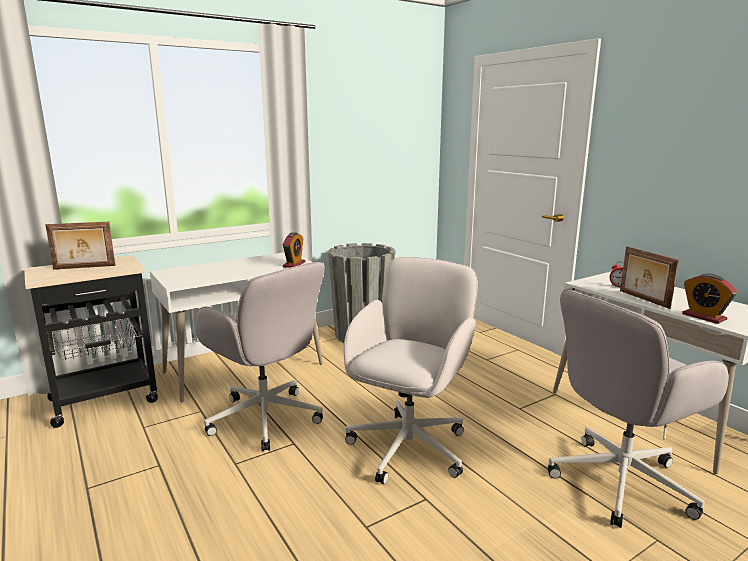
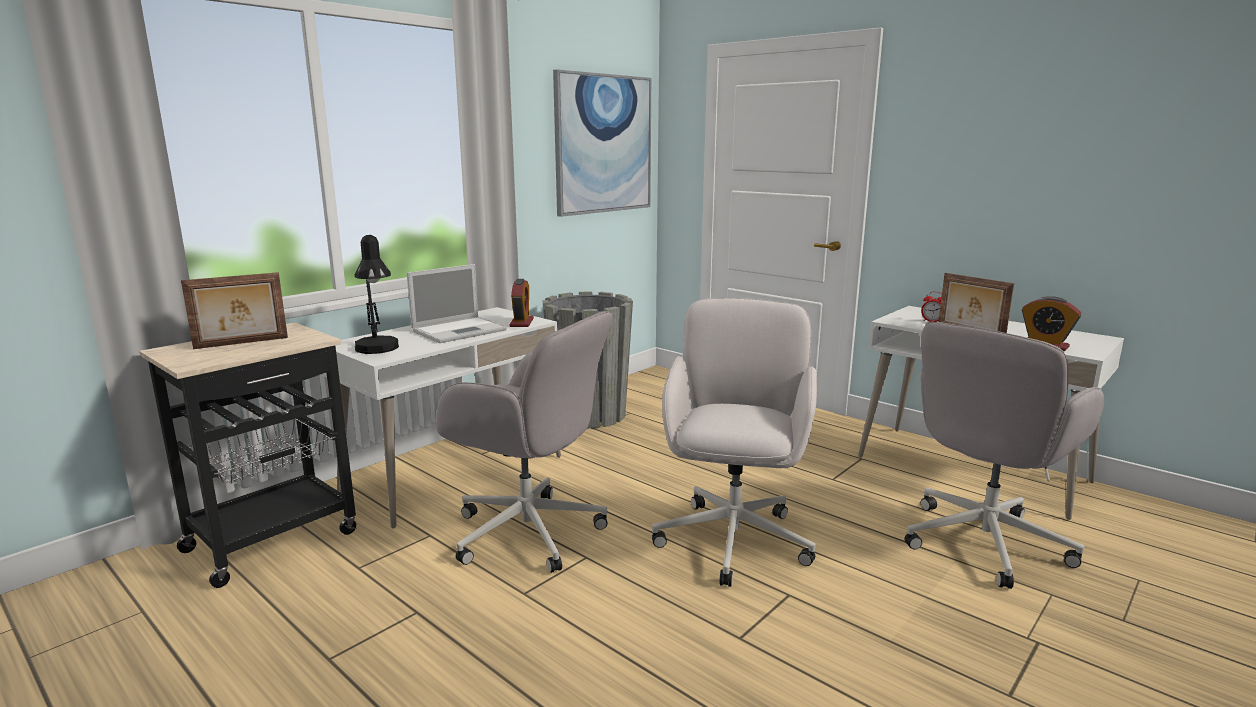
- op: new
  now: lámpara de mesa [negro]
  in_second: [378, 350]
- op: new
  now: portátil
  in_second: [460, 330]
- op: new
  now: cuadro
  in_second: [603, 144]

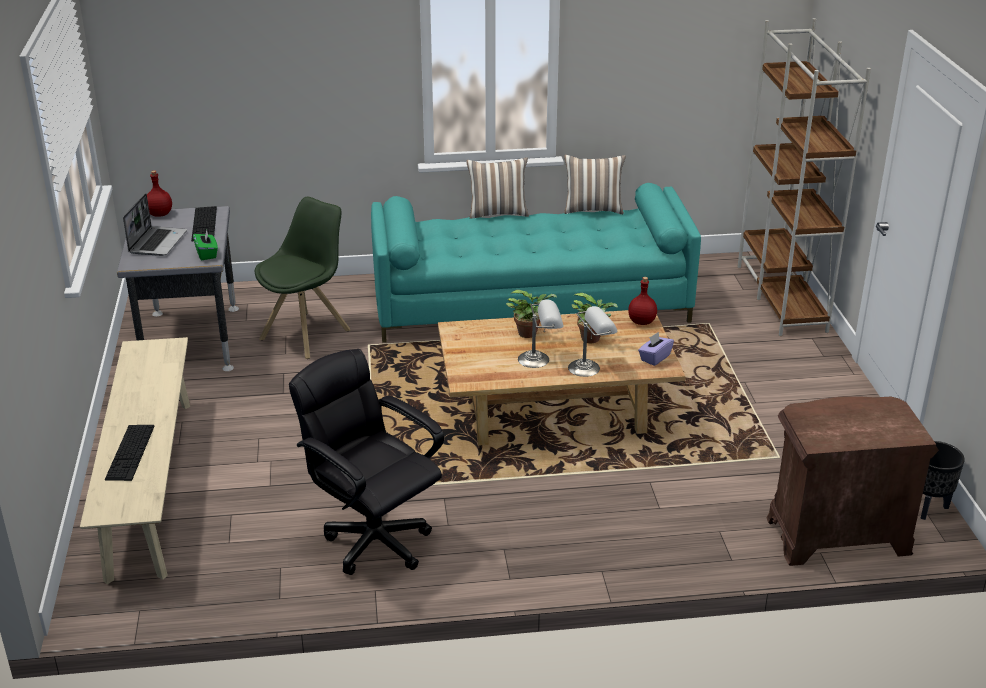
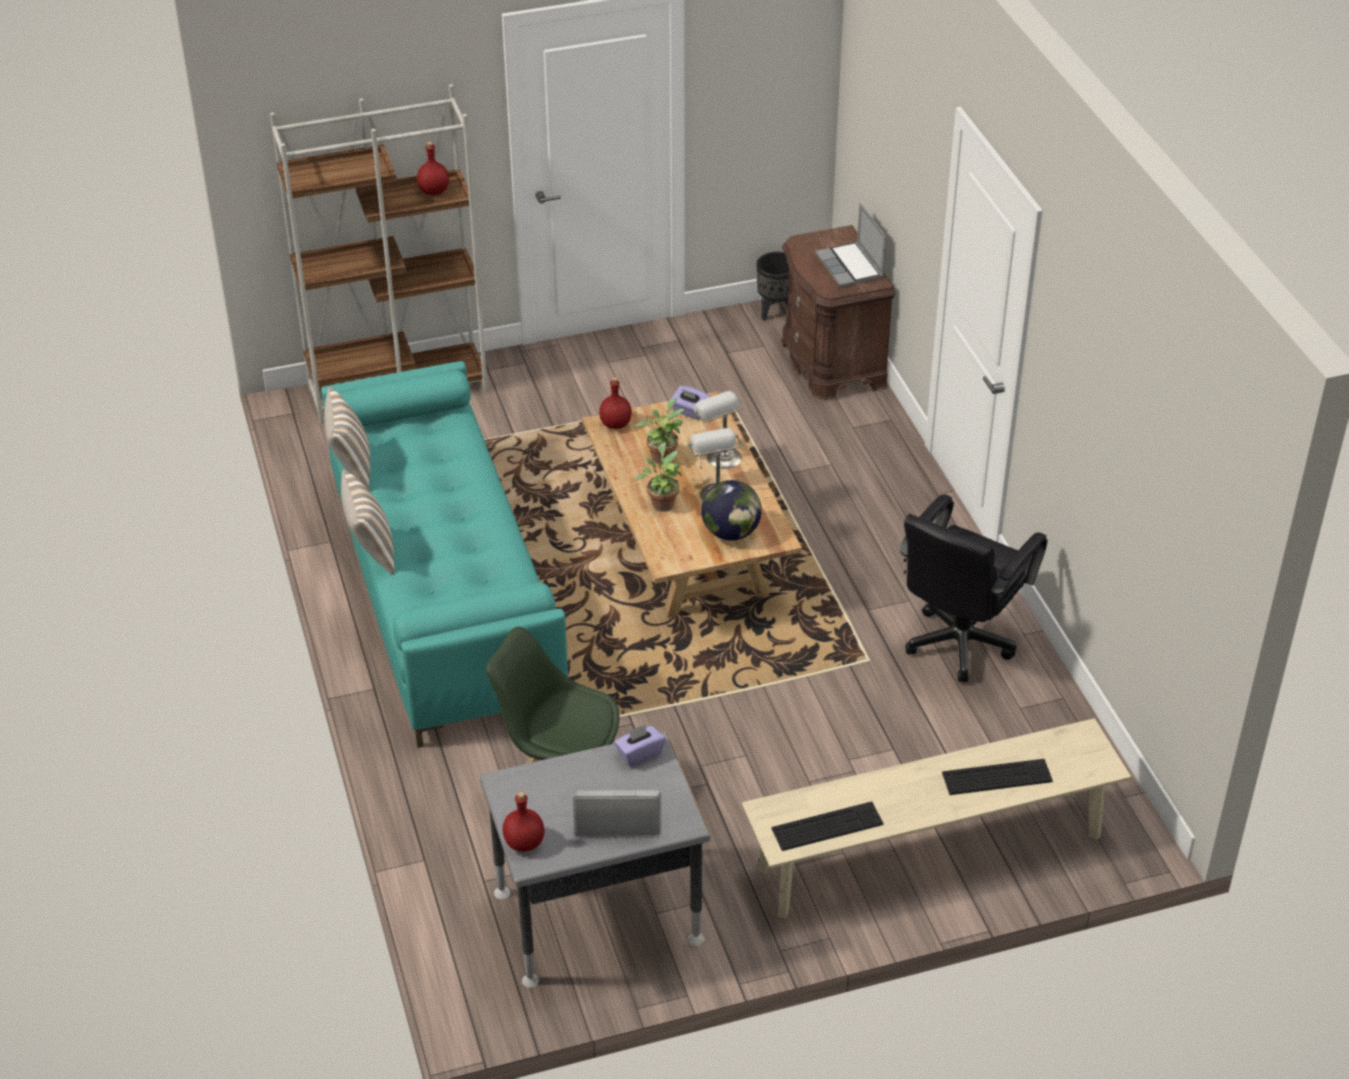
- op: shifted
  was: teclado
  in_first: [204, 224]
  in_second: [827, 826]
- op: repainted
  was: caja de pañuelos [verde]
  now: caja de pañuelos [morado]
  in_first: [207, 254]
  in_second: [639, 754]
- op: new
  now: botella [rojo]
  in_second: [434, 191]
- op: new
  now: globo terráqueo
  in_second: [731, 533]
- op: new
  now: portátil
  in_second: [851, 267]

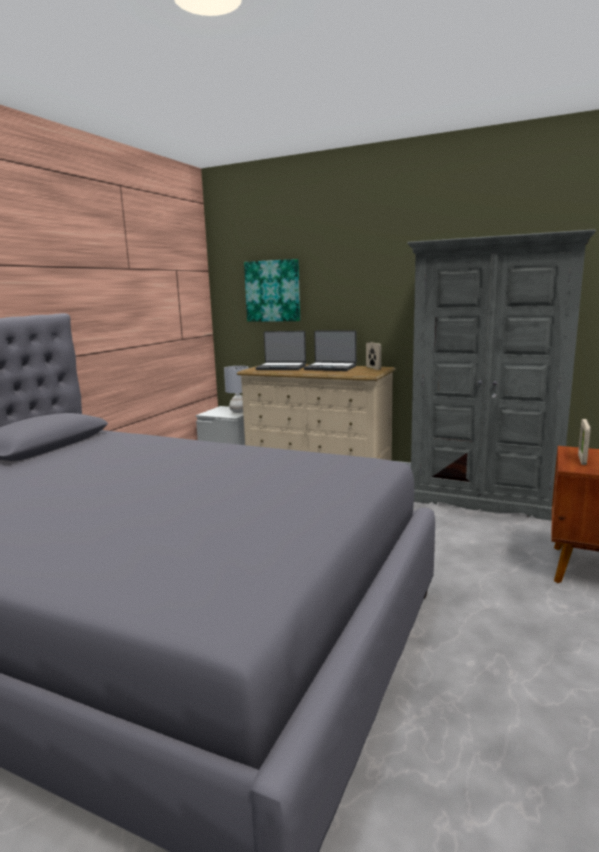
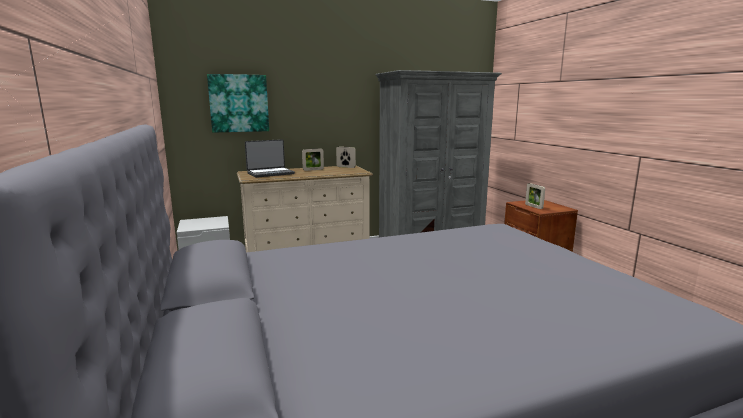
- op: gone
  was: lámpara de mesa [gris]
  in_first: [239, 412]
- op: swapped
  was: portátil
  now: portarretratos
  in_first: [330, 368]
  in_second: [313, 170]

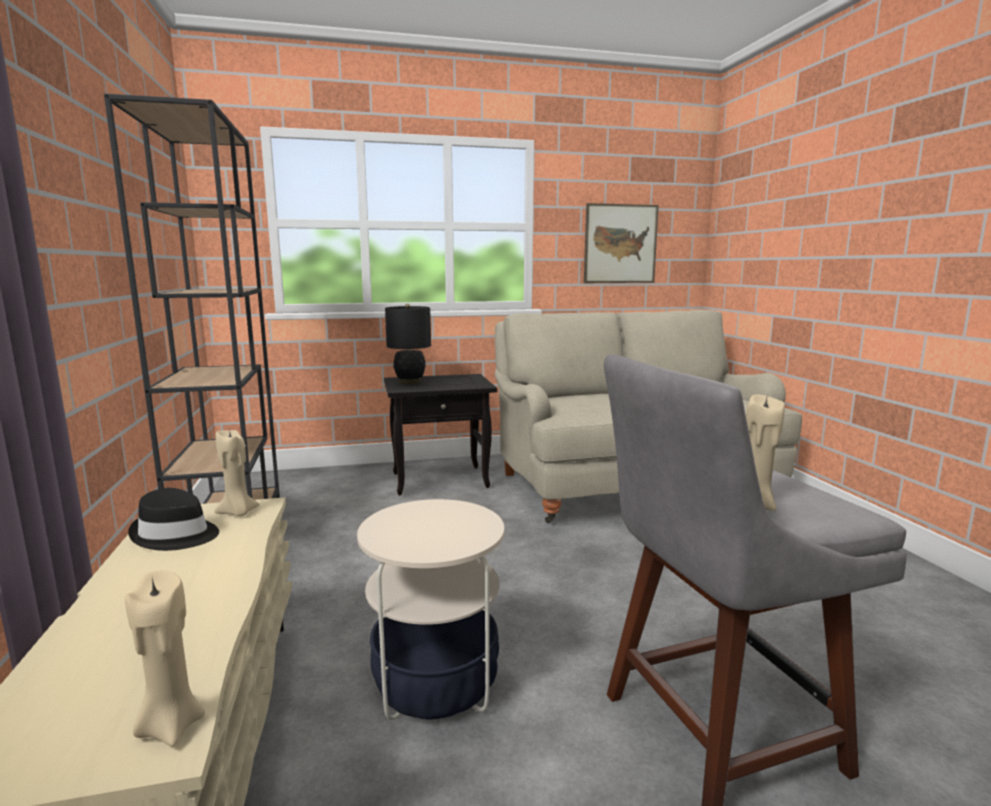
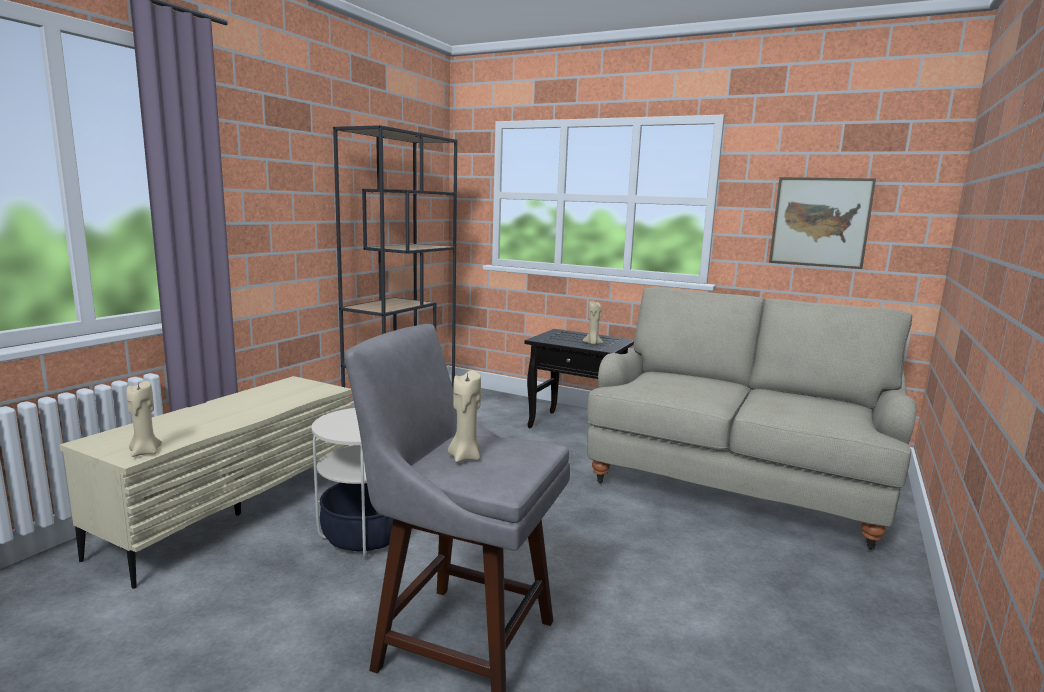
- op: gone
  was: sombrero [negro]
  in_first: [175, 535]
- op: shifted
  was: vela [beis]
  in_first: [238, 513]
  in_second: [592, 343]
- op: gone
  was: lámpara de mesa [negro]
  in_first: [410, 382]

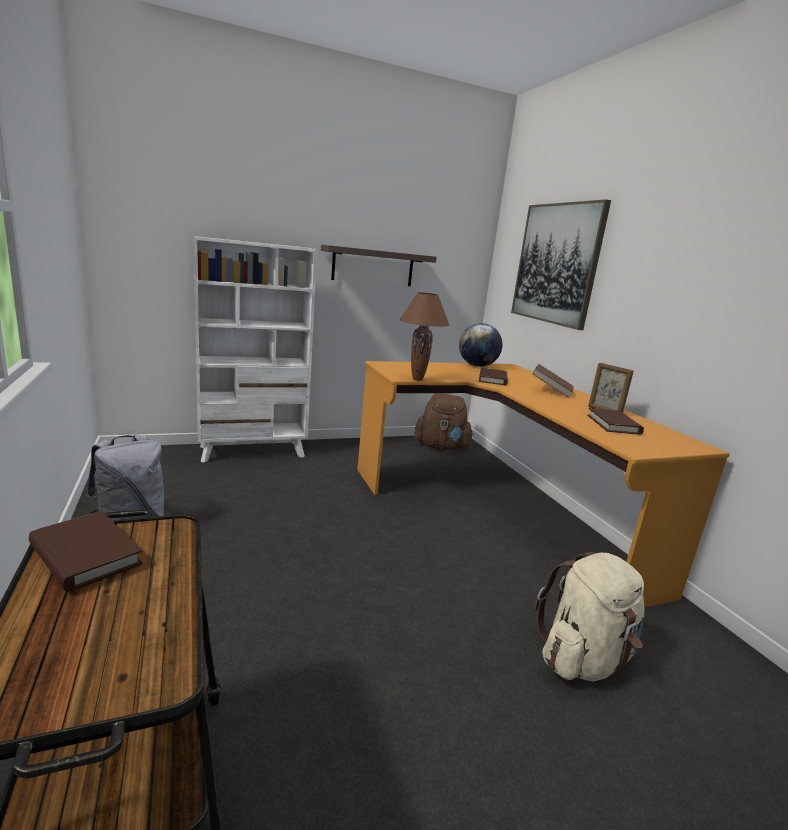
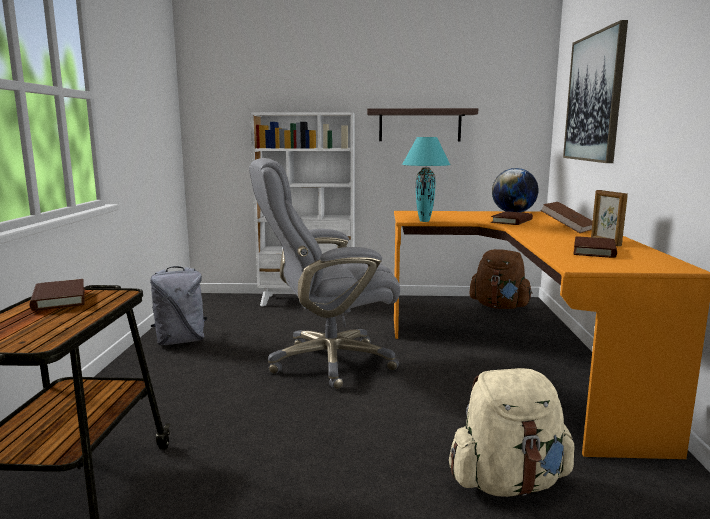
- op: repainted
  was: lámpara de mesa [marrón]
  now: lámpara de mesa [turquesa]
  in_first: [418, 379]
  in_second: [424, 221]
- op: new
  now: silla de oficina [gris]
  in_second: [326, 363]

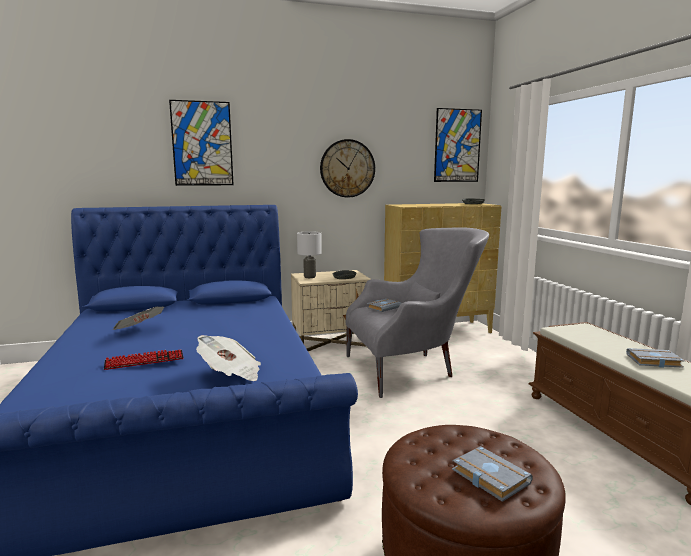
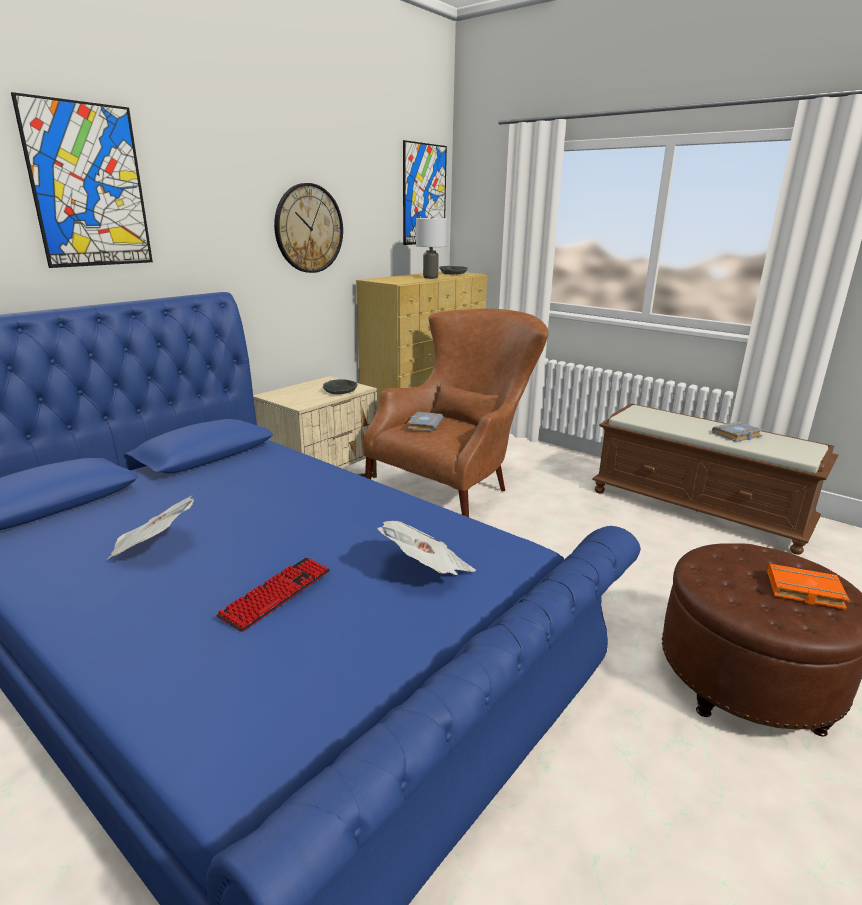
- op: shifted
  was: lámpara de mesa [blanco]
  in_first: [309, 277]
  in_second: [429, 278]
- op: repainted
  was: sillón [gris]
  now: sillón [marrón]
  in_first: [413, 368]
  in_second: [456, 491]
- op: repainted
  was: libro [gris]
  now: libro [naranja]
  in_first: [488, 477]
  in_second: [803, 591]

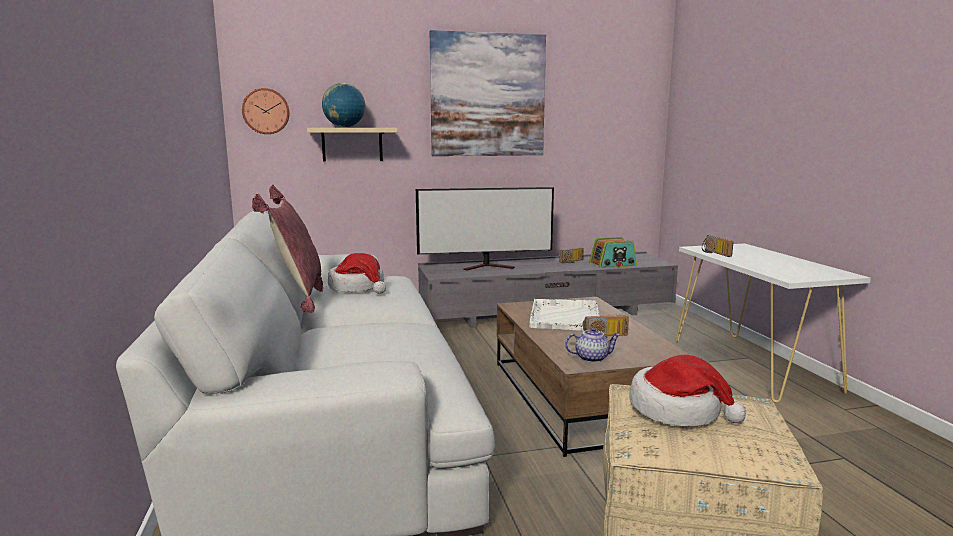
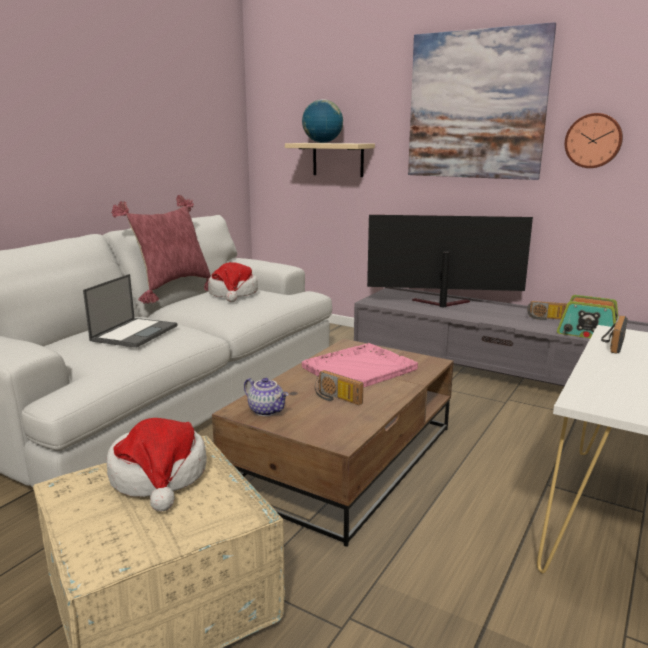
- op: shifted
  was: reloj de pared
  in_first: [266, 111]
  in_second: [593, 140]
- op: rotated
  was: televisor
  in_first: [489, 267]
  in_second: [440, 304]
  clockwise: 150
- op: repainted
  was: bandeja [blanco]
  now: bandeja [rosa]
  in_first: [565, 316]
  in_second: [360, 368]
- op: new
  now: portátil
  in_second: [135, 333]

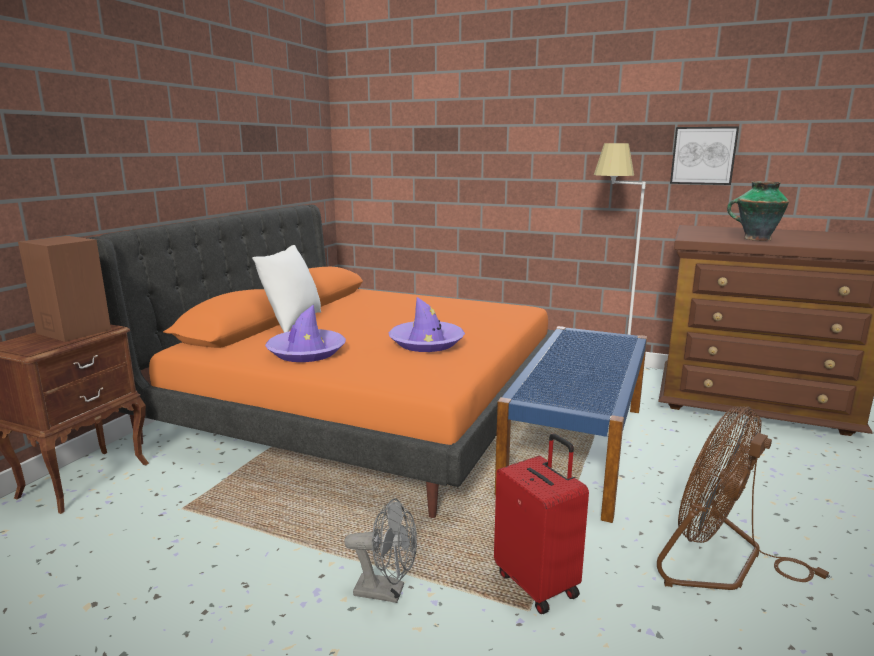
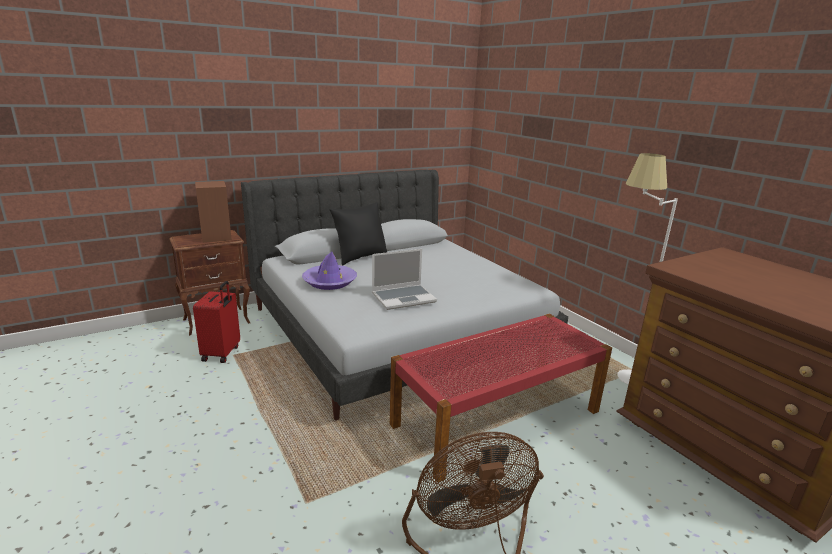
- op: repainted
  was: cama [naranja]
  now: cama [gris]
  in_first: [362, 407]
  in_second: [395, 329]
- op: repainted
  was: cojín [blanco]
  now: cojín [negro]
  in_first: [292, 323]
  in_second: [360, 257]
- op: gone
  was: ventilador [gris]
  in_first: [387, 591]
- op: swapped
  was: sombrero [morado]
  now: portátil
  in_first: [426, 343]
  in_second: [404, 297]
- op: shifted
  was: maleta [rojo]
  in_first: [538, 583]
  in_second: [222, 353]
- op: repainted
  was: banco [azul]
  now: banco [rojo]
  in_first: [575, 447]
  in_second: [496, 417]
- op: gone
  was: cuadro
  in_first: [703, 155]
- op: gone
  was: florero
  in_first: [755, 239]

